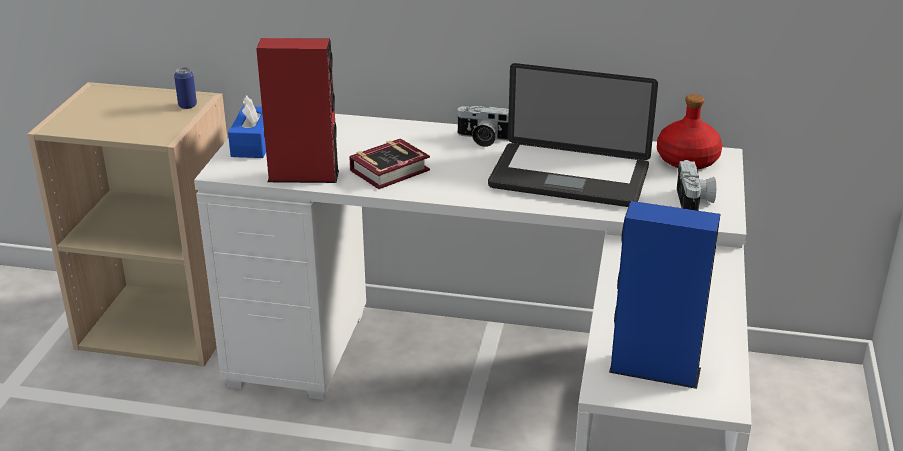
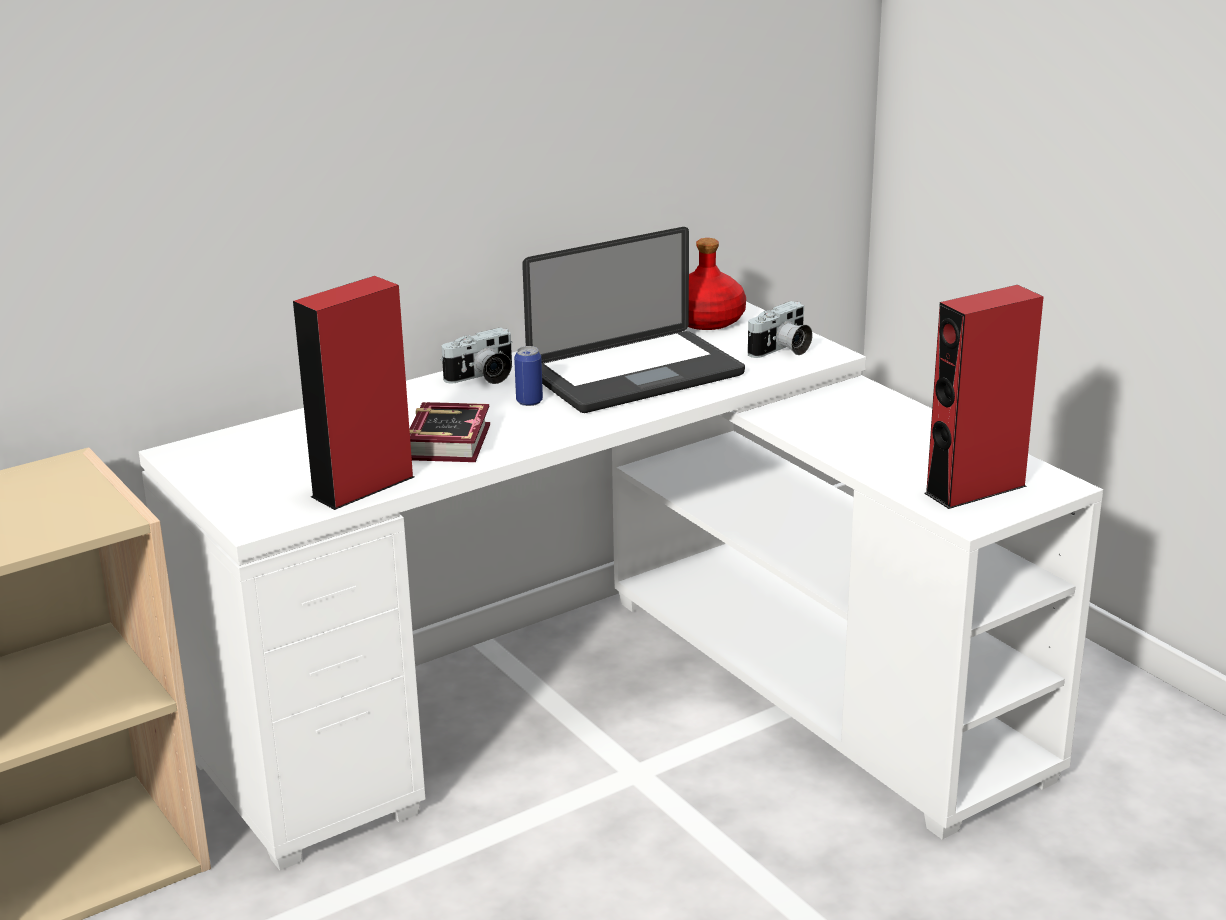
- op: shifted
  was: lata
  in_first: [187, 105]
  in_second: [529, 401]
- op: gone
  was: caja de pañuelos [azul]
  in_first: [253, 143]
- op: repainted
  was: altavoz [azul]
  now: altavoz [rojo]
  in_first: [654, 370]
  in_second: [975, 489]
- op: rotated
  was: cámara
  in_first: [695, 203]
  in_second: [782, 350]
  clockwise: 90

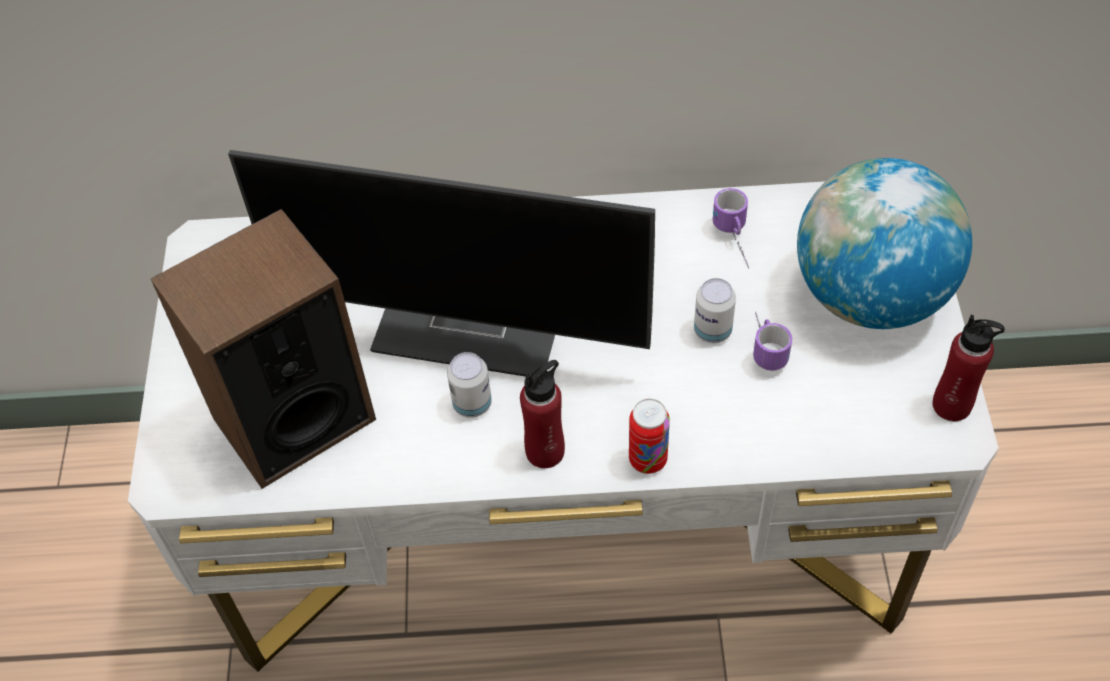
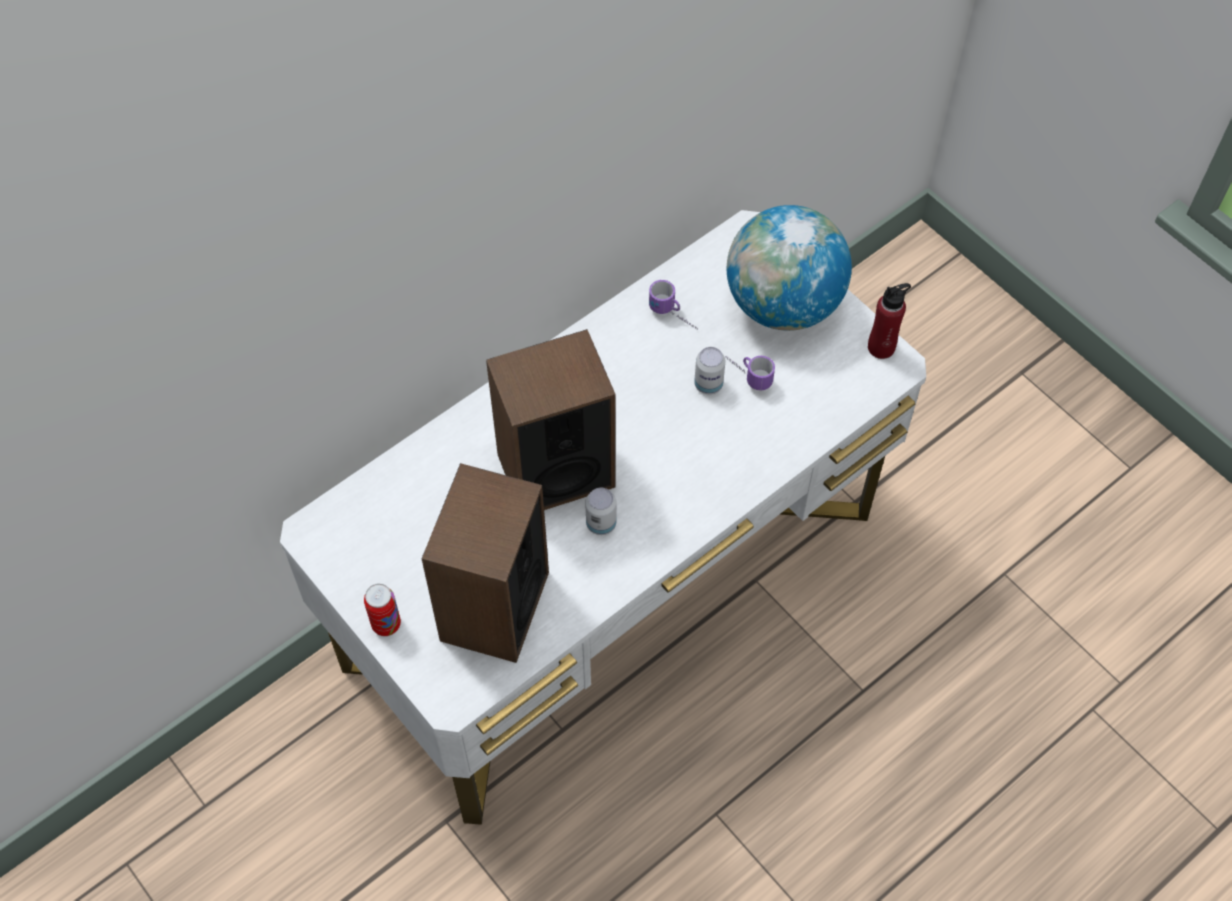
- op: swapped
  was: monitor
  now: altavoz
  in_first: [475, 323]
  in_second: [555, 470]
- op: gone
  was: botella [rojo]
  in_first: [545, 451]
- op: shifted
  was: lata
  in_first: [648, 460]
  in_second: [386, 624]

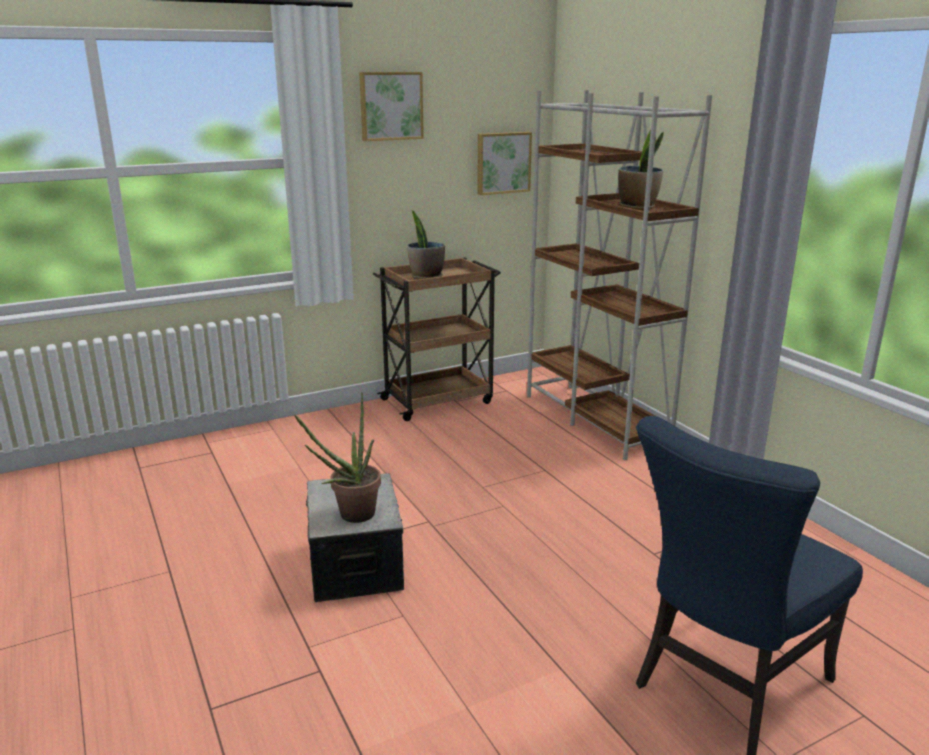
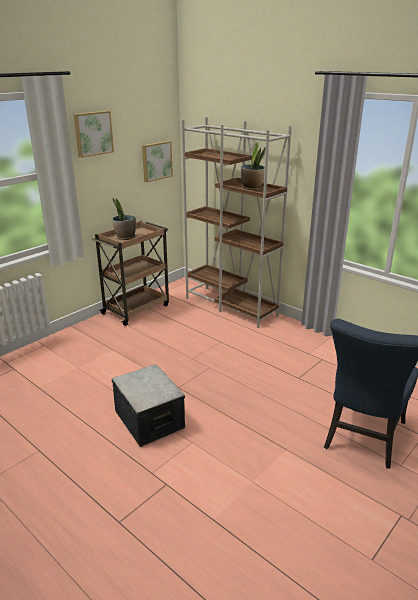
- op: gone
  was: planta en maceta
  in_first: [350, 516]

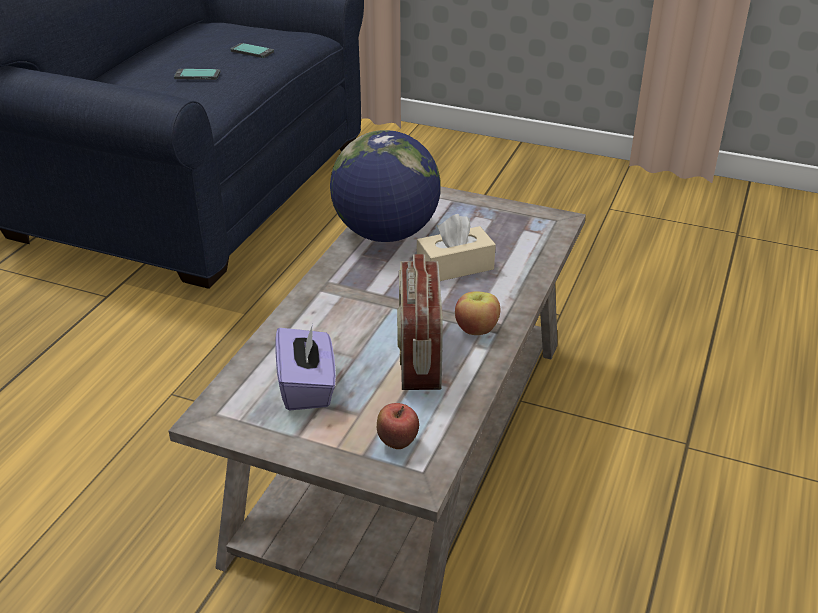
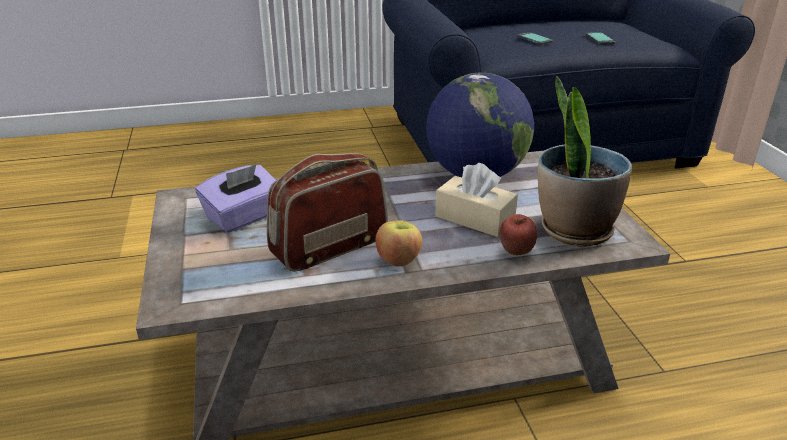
- op: shifted
  was: manzana
  in_first: [397, 443]
  in_second: [516, 252]
- op: new
  now: planta en maceta
  in_second: [574, 230]

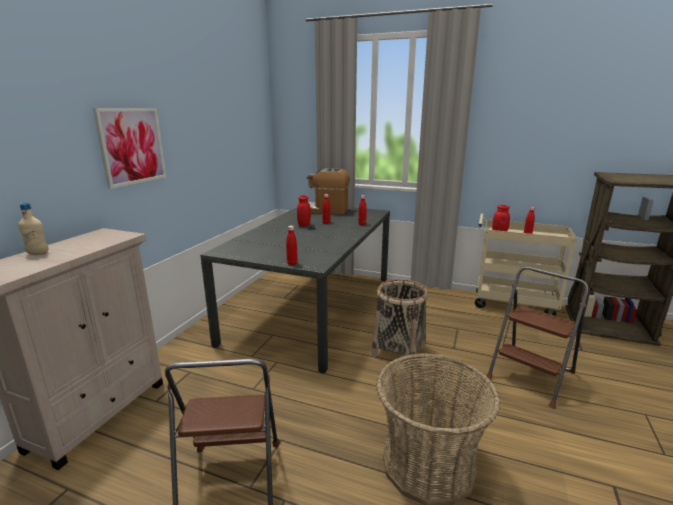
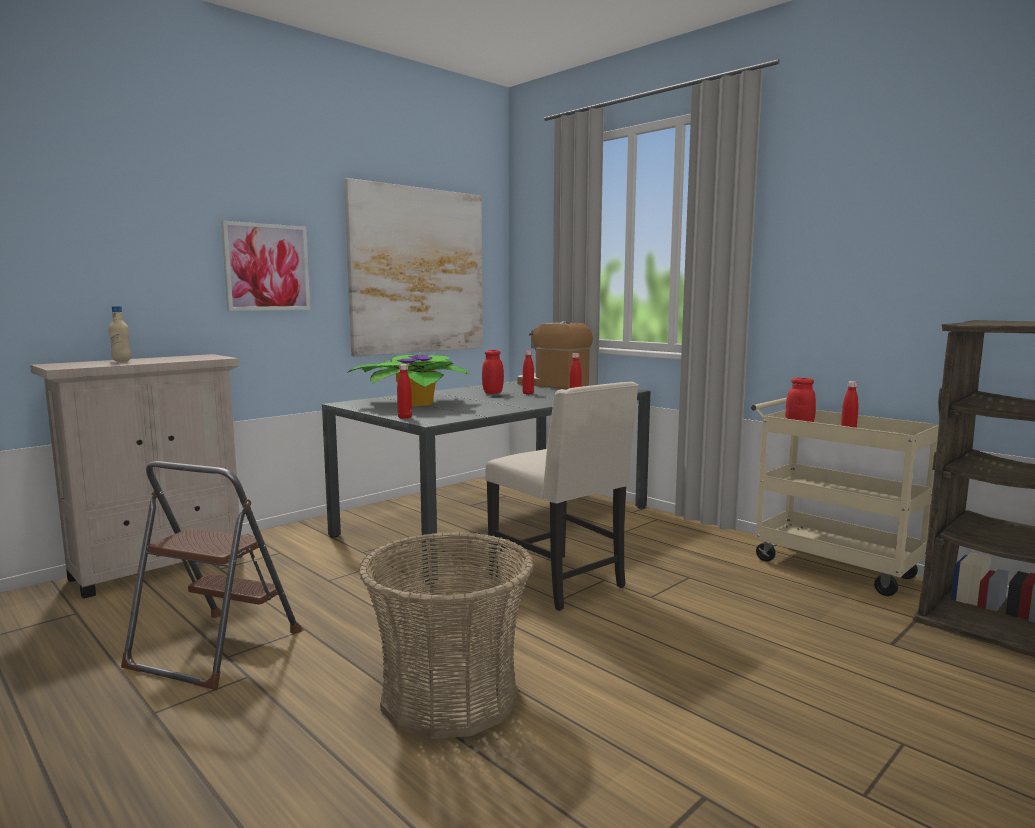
- op: swapped
  was: cesta
  now: silla [beis]
  in_first: [398, 351]
  in_second: [560, 583]
- op: gone
  was: escalera de tijera [marrón]
  in_first: [532, 374]
- op: new
  now: cuadro
  in_second: [418, 271]
- op: new
  now: planta en maceta
  in_second: [414, 404]

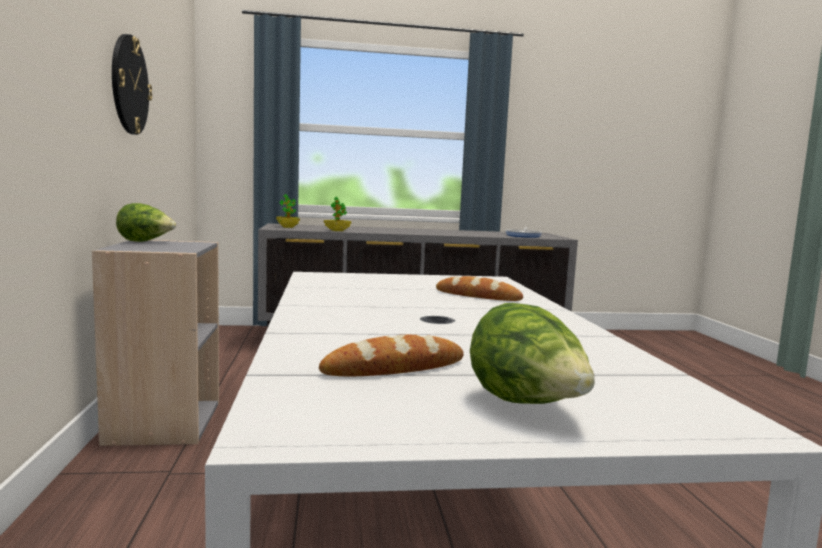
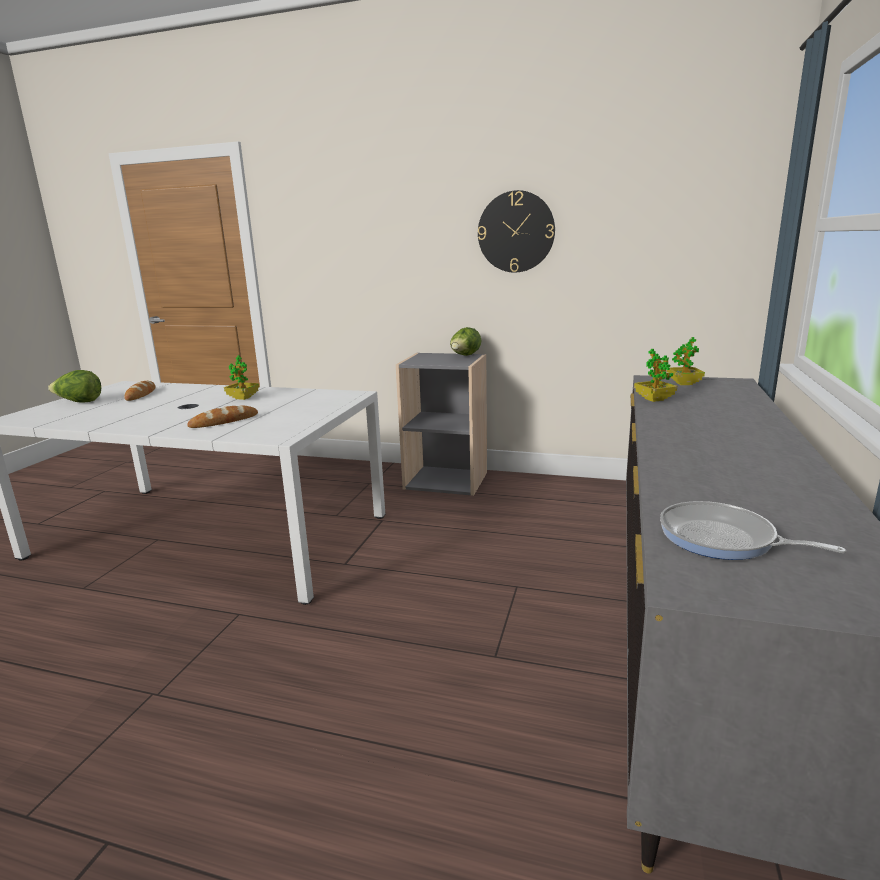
- op: new
  now: planta en maceta
  in_second: [243, 398]

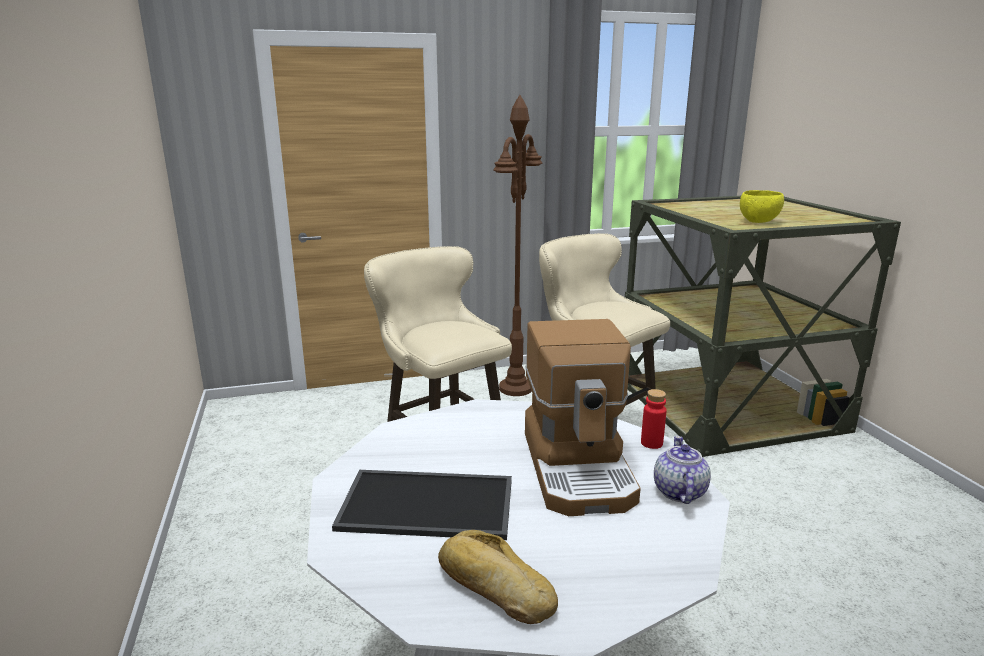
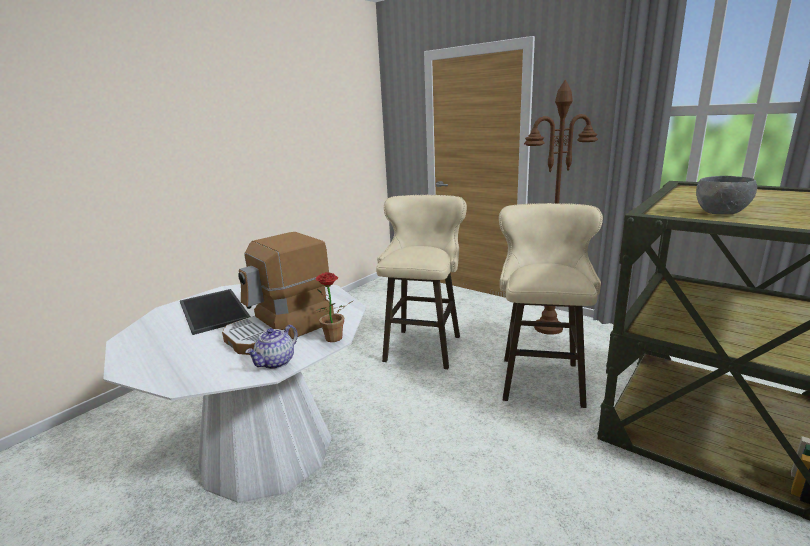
- op: gone
  was: pan
  in_first: [493, 587]
- op: swapped
  was: botella [rojo]
  now: planta en maceta
  in_first: [651, 443]
  in_second: [334, 340]
- op: rotated
  was: tetera
  in_first: [678, 491]
  in_second: [276, 362]
  clockwise: 150
- op: repainted
  was: cuenco [amarillo]
  now: cuenco [gris]
  in_first: [759, 222]
  in_second: [721, 213]

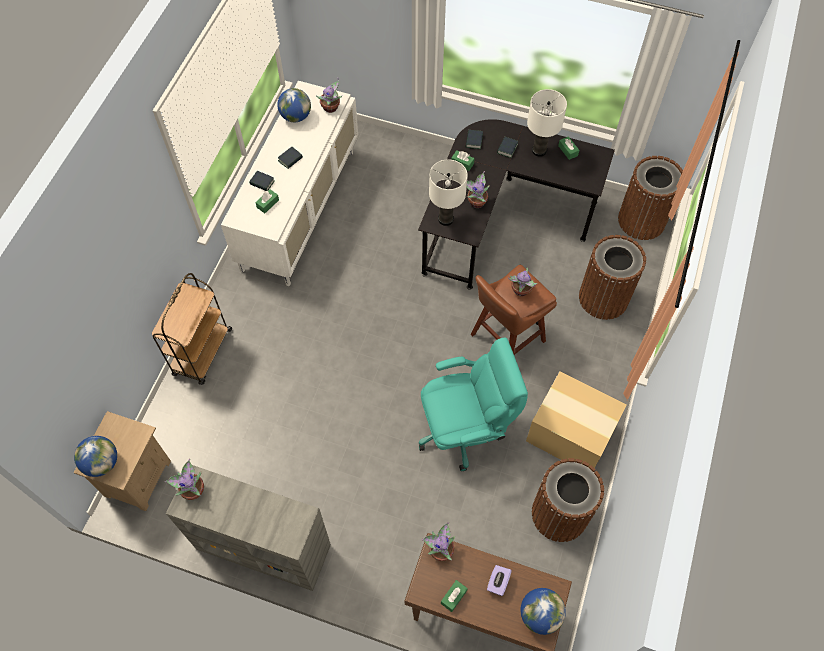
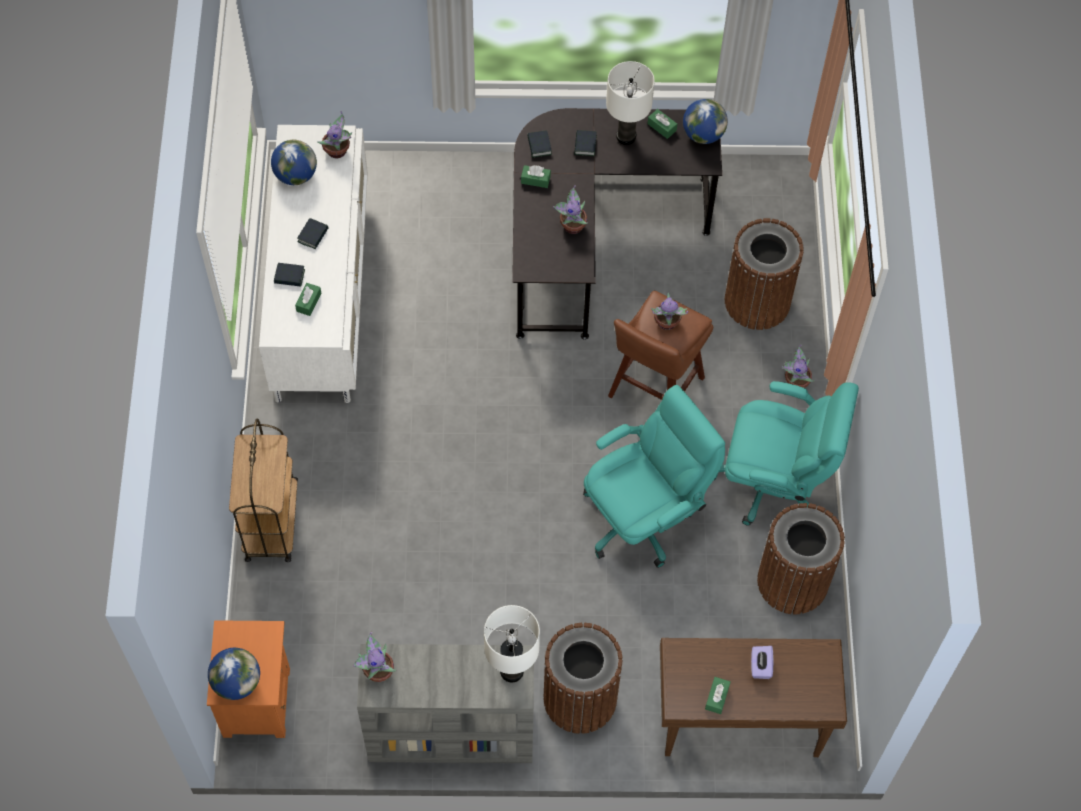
- op: repainted
  was: mesita de noche [beis]
  now: mesita de noche [naranja]
  in_first: [140, 478]
  in_second: [259, 701]
- op: shifted
  was: planta en maceta
  in_first: [440, 549]
  in_second: [795, 381]
- op: shifted
  was: lámpara de mesa [blanco]
  in_first: [446, 219]
  in_second: [512, 671]
- op: shifted
  was: globo terráqueo
  in_first: [540, 615]
  in_second: [703, 134]
- op: swapped
  was: caja de cartón
  now: silla de oficina [turquesa]
  in_first: [571, 434]
  in_second: [775, 482]
- op: shifted
  was: papelera [marrón]
  in_first: [641, 220]
  in_second: [580, 698]

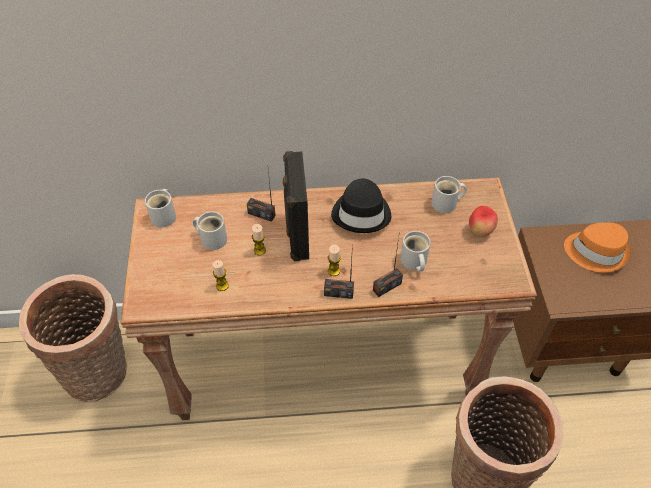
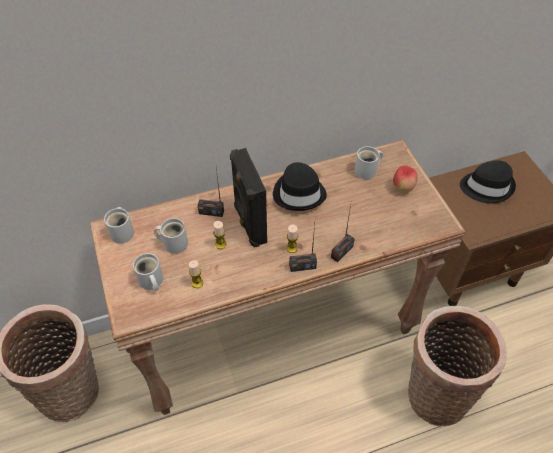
- op: shifted
  was: taza grande [blanco]
  in_first: [413, 262]
  in_second: [150, 281]
- op: repainted
  was: sombrero [naranja]
  now: sombrero [negro]
  in_first: [596, 251]
  in_second: [486, 186]

